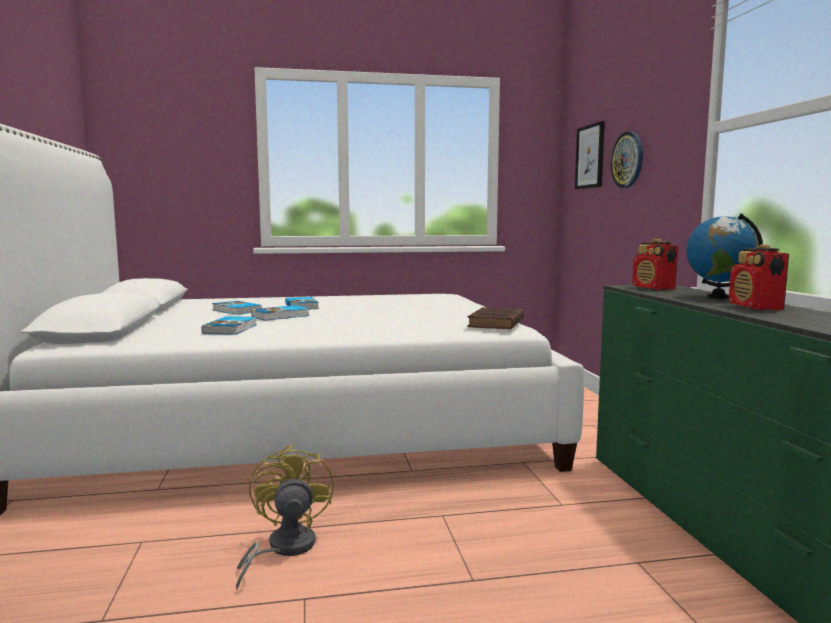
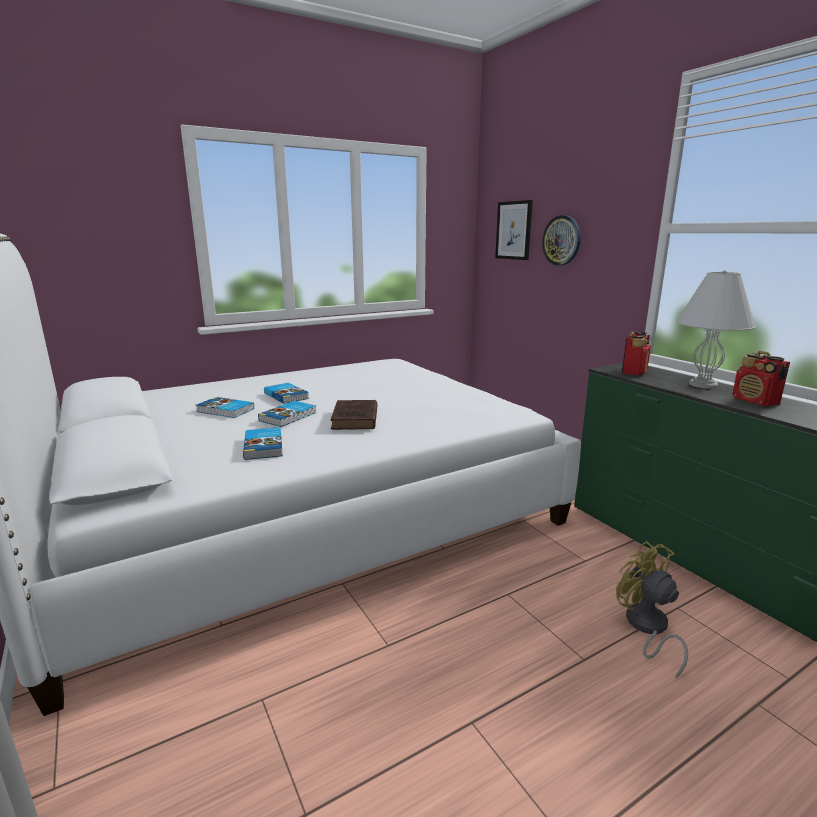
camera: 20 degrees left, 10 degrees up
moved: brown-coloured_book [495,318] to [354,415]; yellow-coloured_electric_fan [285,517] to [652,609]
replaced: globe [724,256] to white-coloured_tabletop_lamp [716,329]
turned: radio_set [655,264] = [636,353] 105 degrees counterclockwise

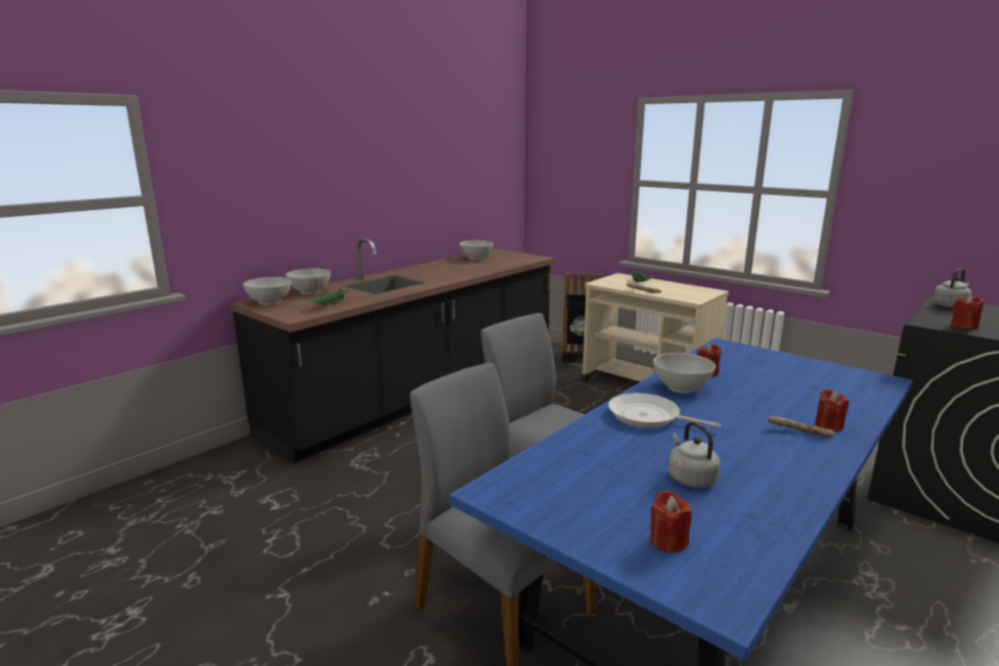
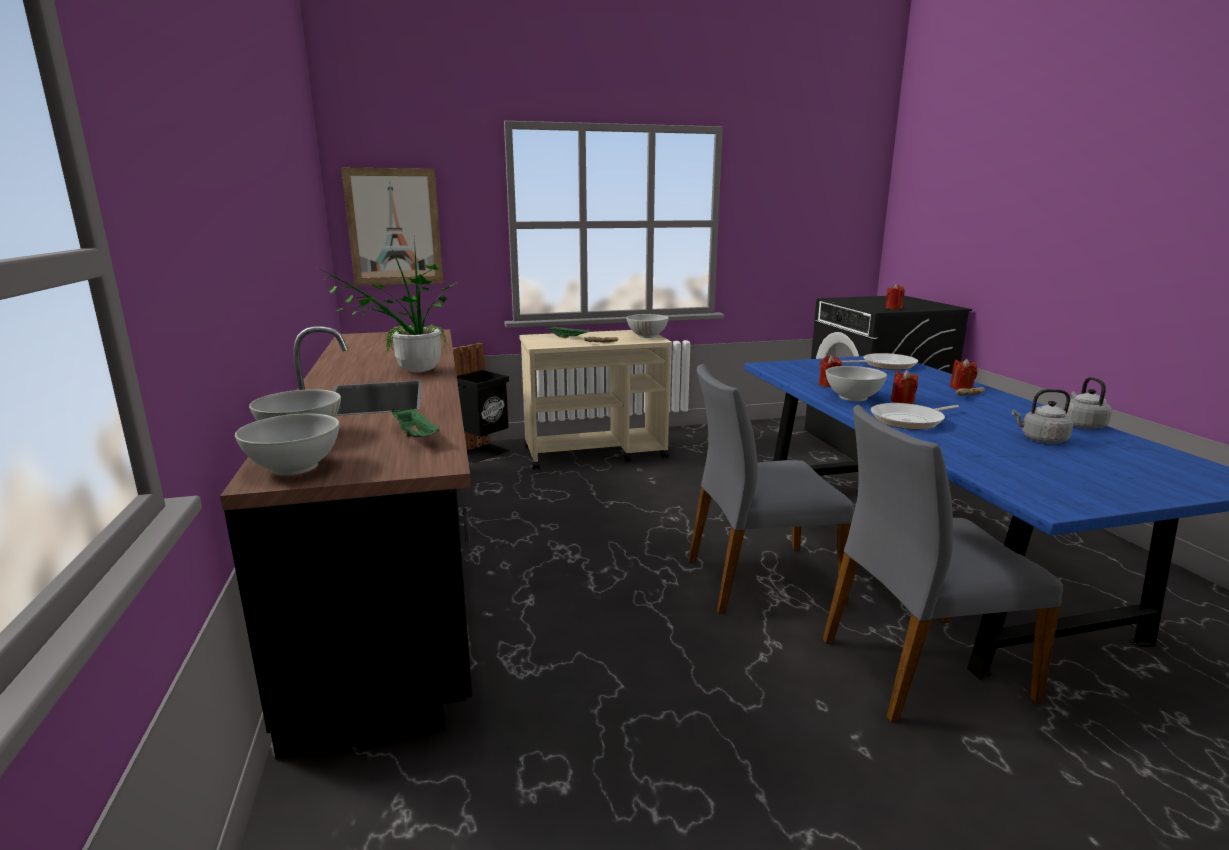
camera: 55 degrees left, 0 degrees up
added: potted_plant [390,304]; wall_art [392,227]; frying_pan [880,361]
moved: white-coloured_bowl [476,250] to [647,326]; reddish_candle [671,522] to [904,387]; grey_kettle [952,288] to [1088,403]

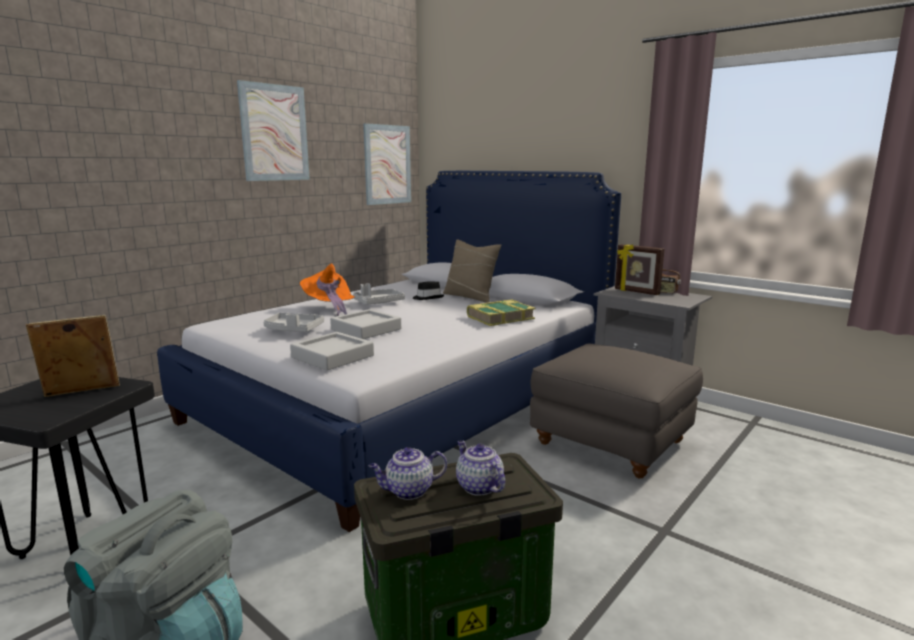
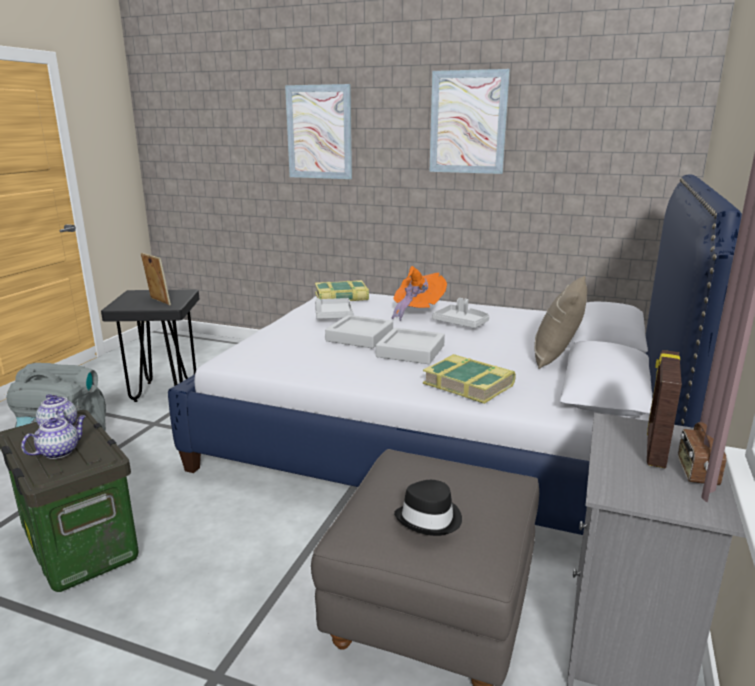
camera: 70 degrees right, 5 degrees up
added: book [342,290]
moved: wall_art [387,164] to [318,131]; grey_tray [332,351] to [410,346]; black-coloured_clothing_hat [428,290] to [428,508]

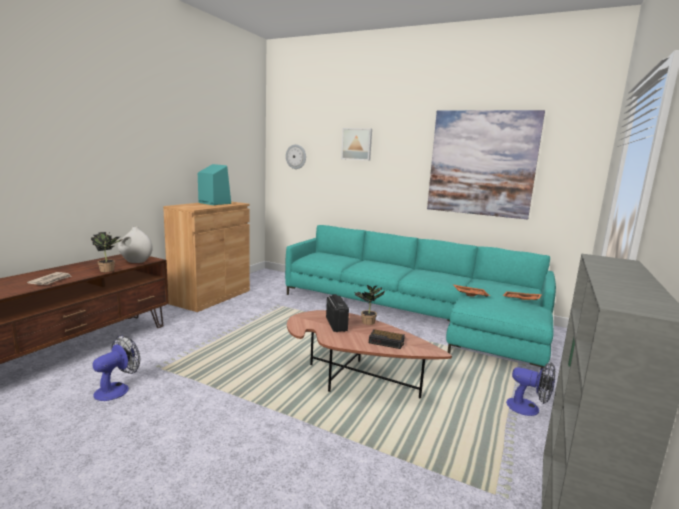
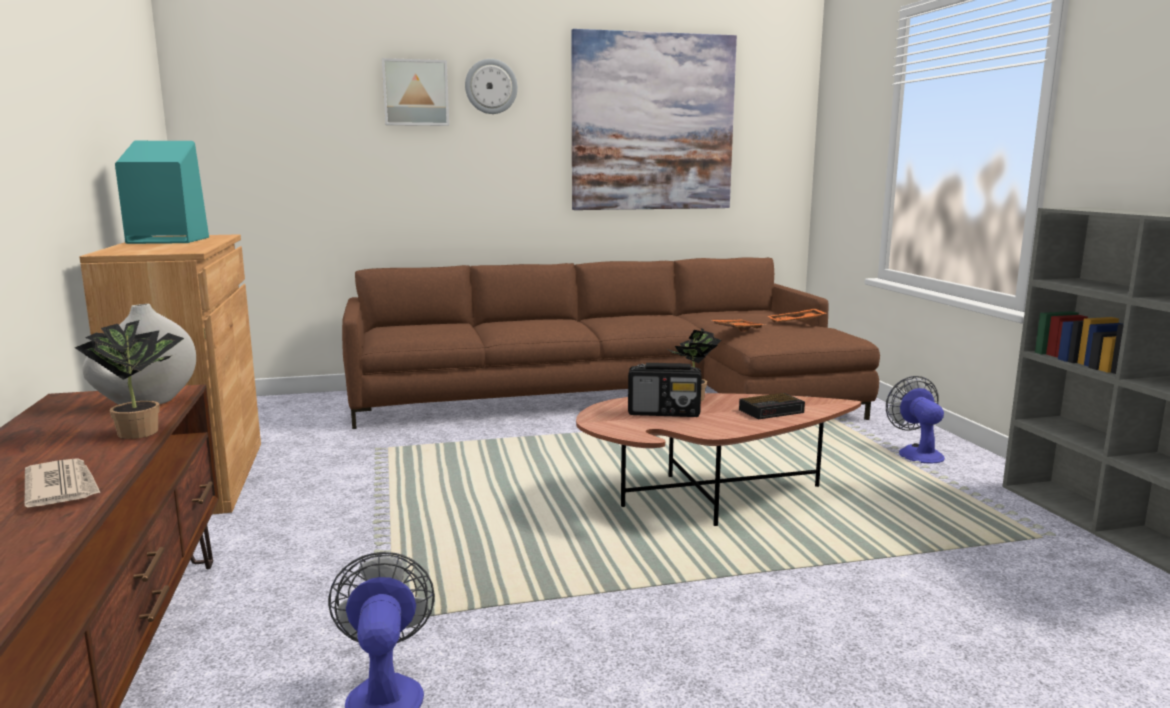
camera: 40 degrees left, 0 degrees up
moved: clock_on_the_wall [296,156] to [491,86]
recoloured: turquoise_settee [420,296] to brown-coloured_settee [611,343]
turned: radio_set [337,313] = [665,390] 150 degrees clockwise; electric_fan [530,389] = [915,420] 90 degrees counterclockwise

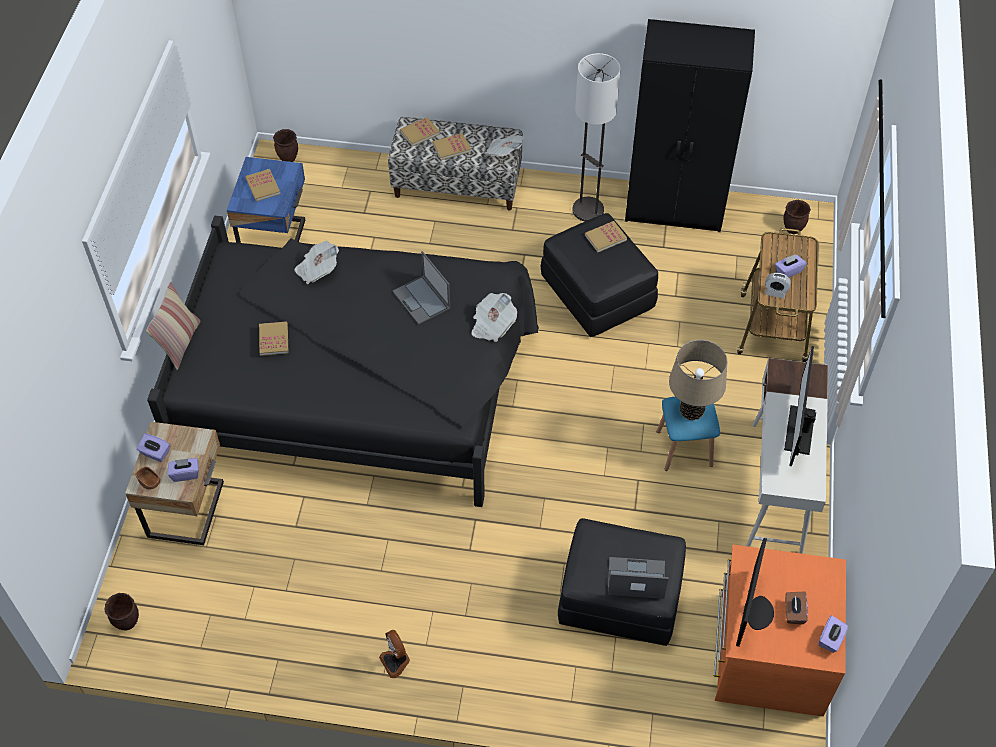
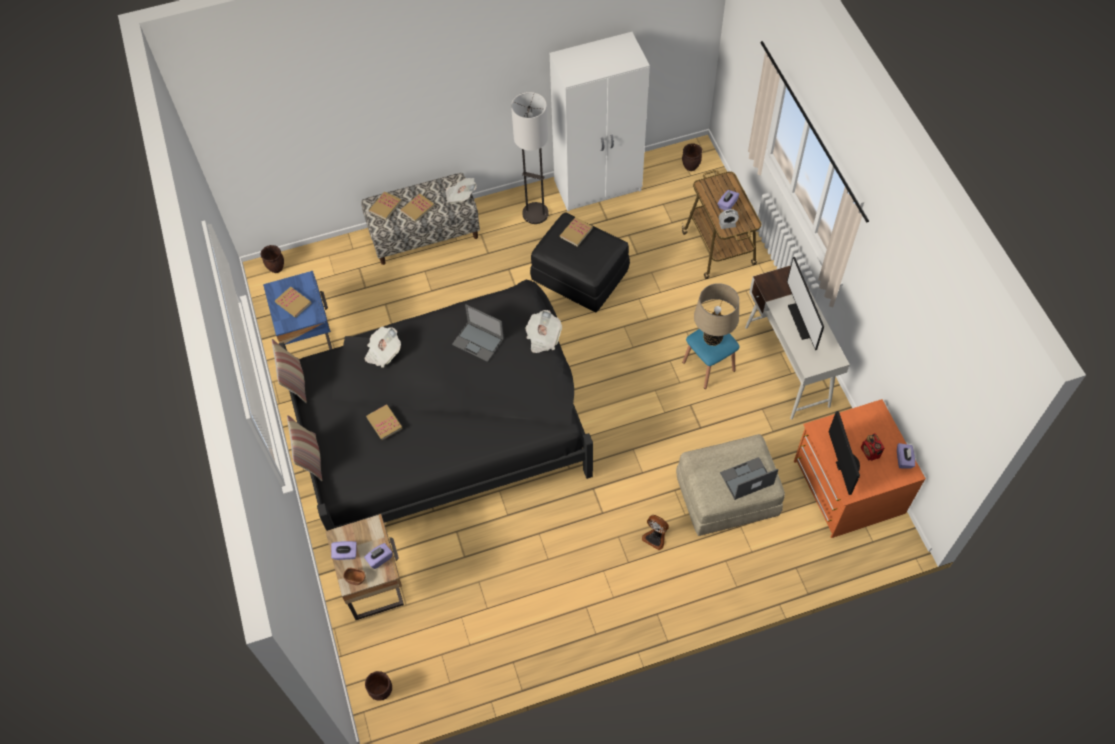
camera: 25 degrees left, 5 degrees up
added: throw_pillow [289,371]
moved: electric_fan [394,654] to [655,532]
replaced: brown-coloured_tissue_box [796,608] to radio_set [873,447]
recoloured: black-coloured_wardrobe [690,125] to white-coloured_wardrobe [600,121]; black-coloured_ottoman [622,582] to beige_ottoman [730,485]

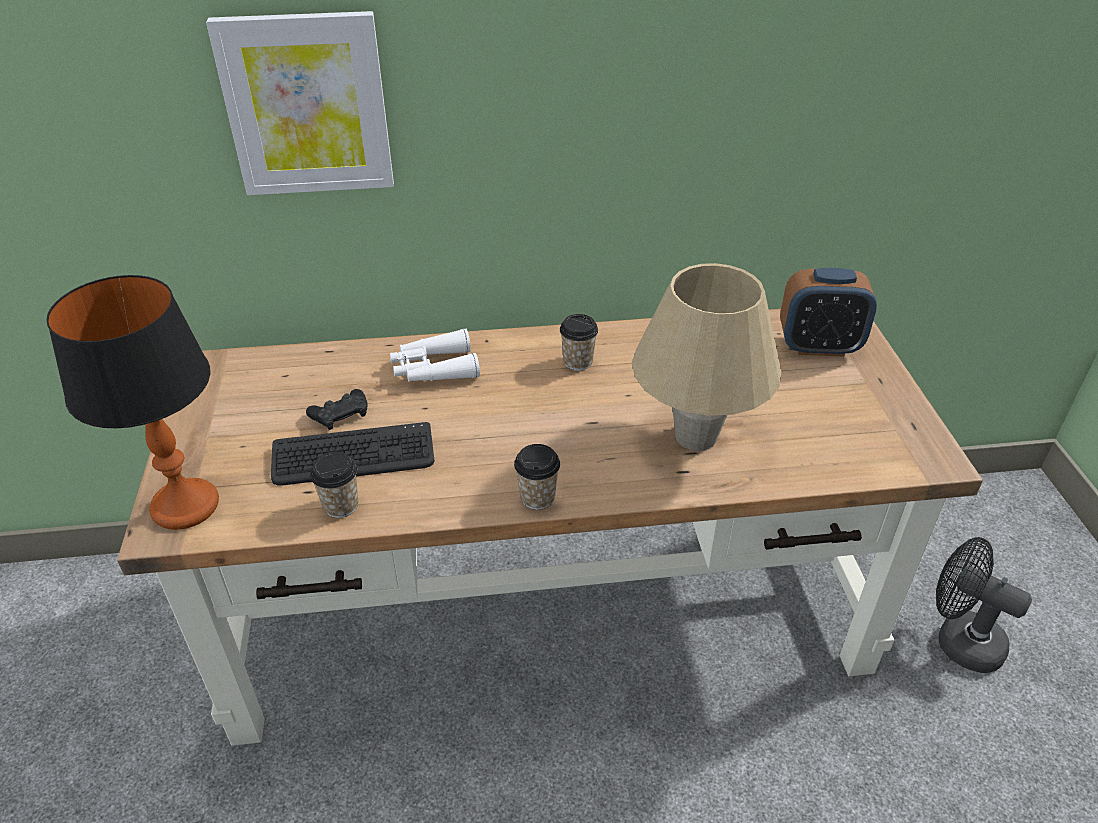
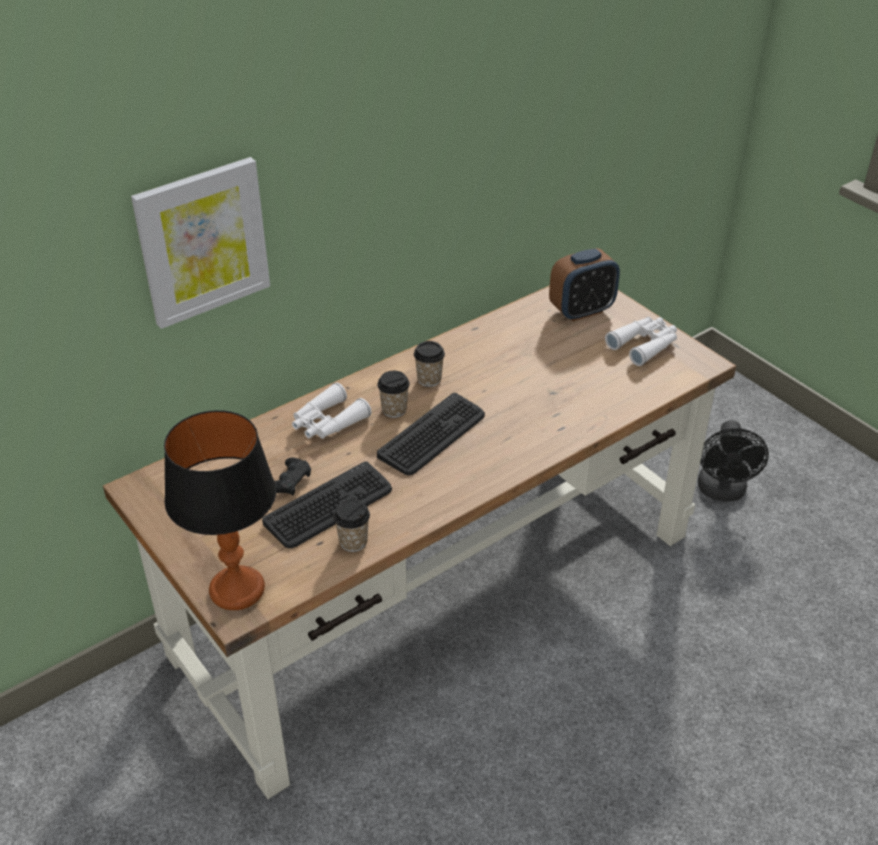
camera: 30 degrees left, 0 degrees up
removed: beige_tabletop_lamp [706,357]
added: computer_keyboard [431,434]; white-coloured_binoculars [641,341]
moved: cup [537,477] to [393,394]
turned: black-coloured_electric_fan [984,605] = [733,461] 90 degrees counterclockwise

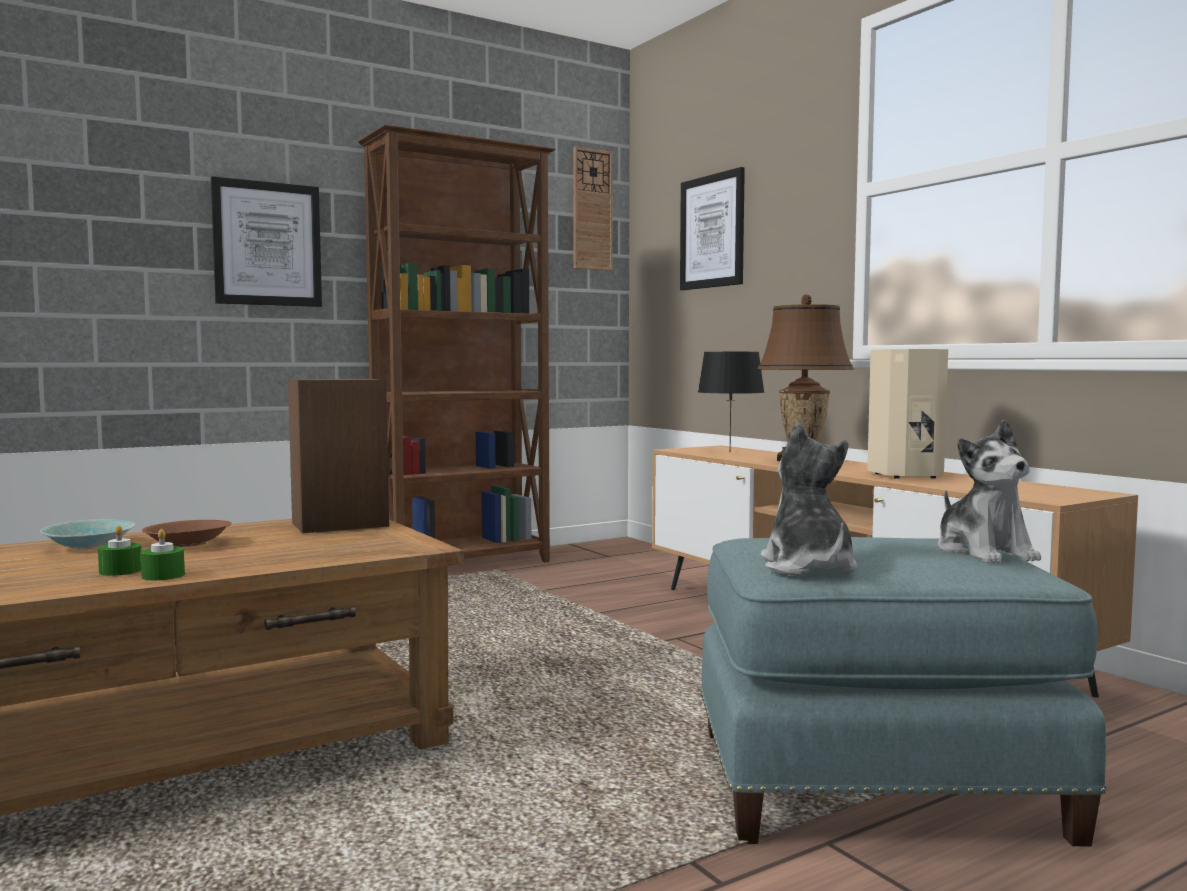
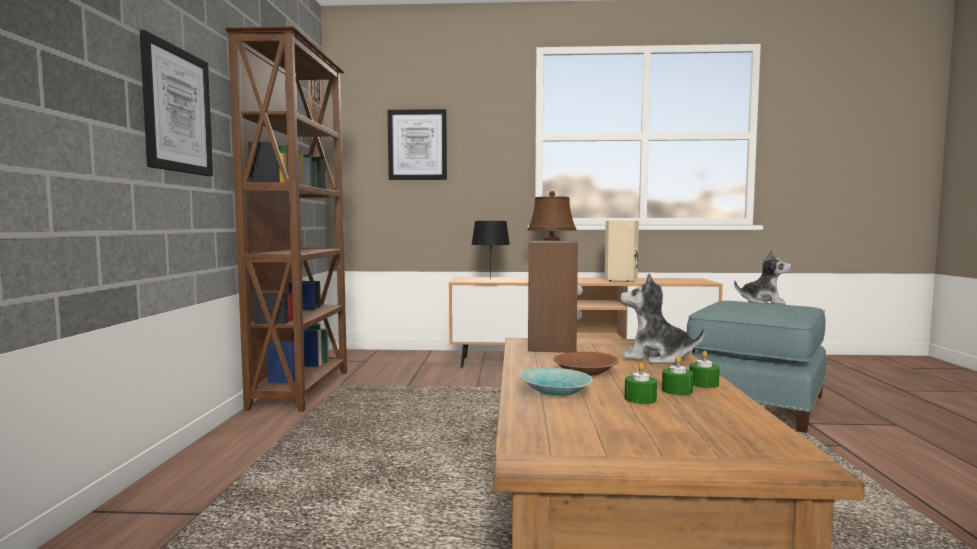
camera: 55 degrees left, 0 degrees up
added: greenish_candle [641,383]
moved: soft_toy [809,499] to [662,318]

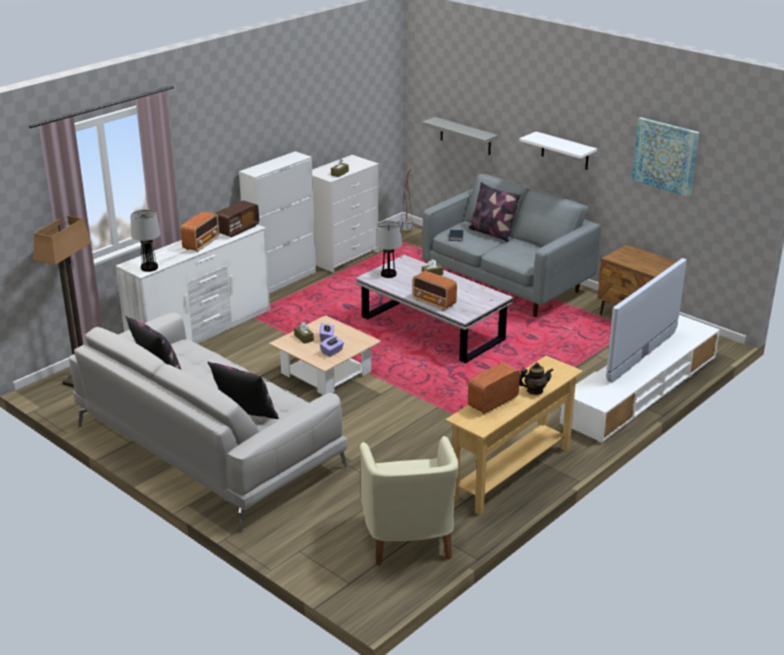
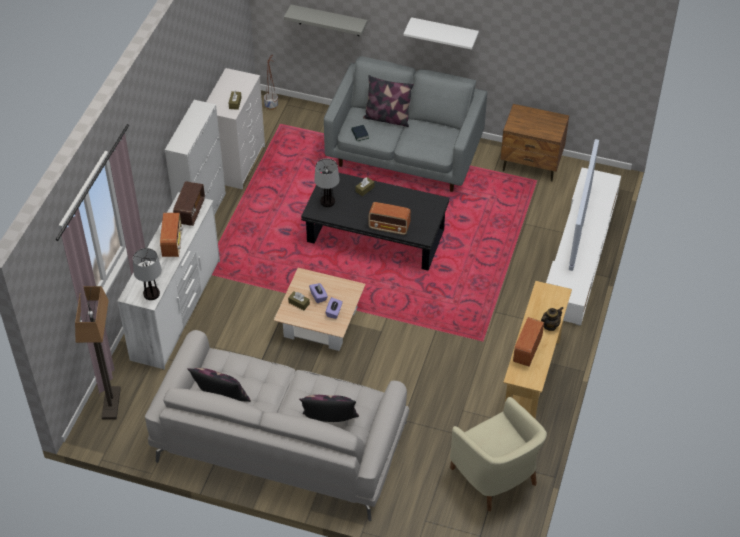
camera: 25 degrees left, 20 degrees up
removed: wall_art [665,157]
recoloured: white-coloured_lounge_table [434,309] to black-coloured_lounge_table [375,221]

